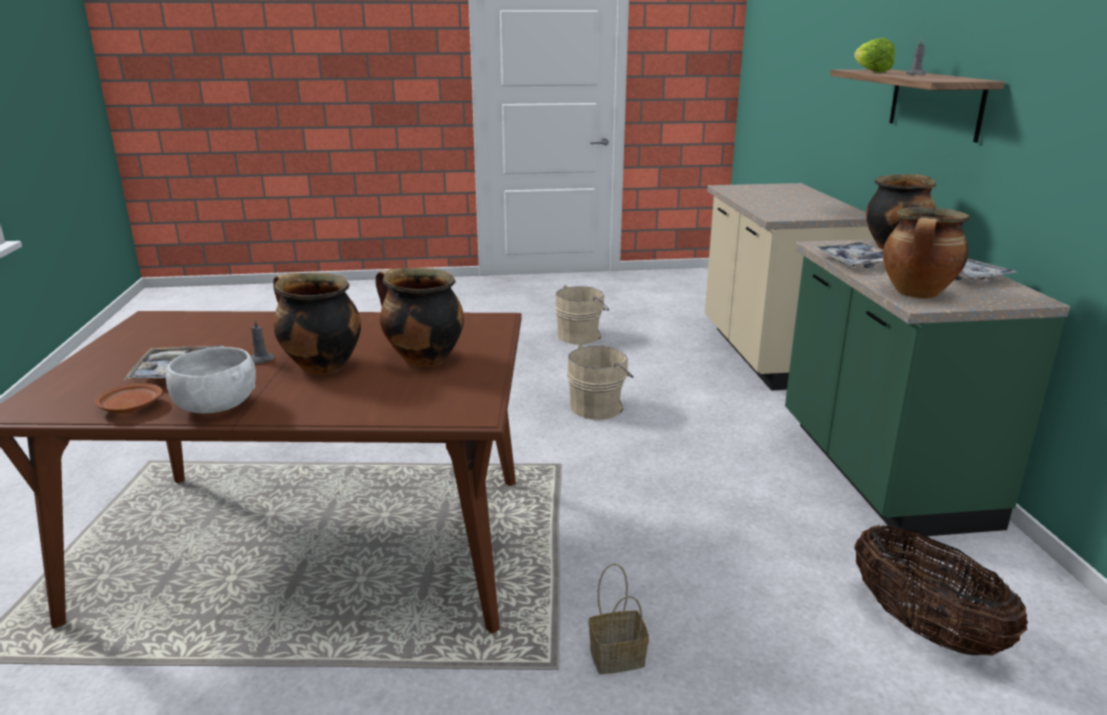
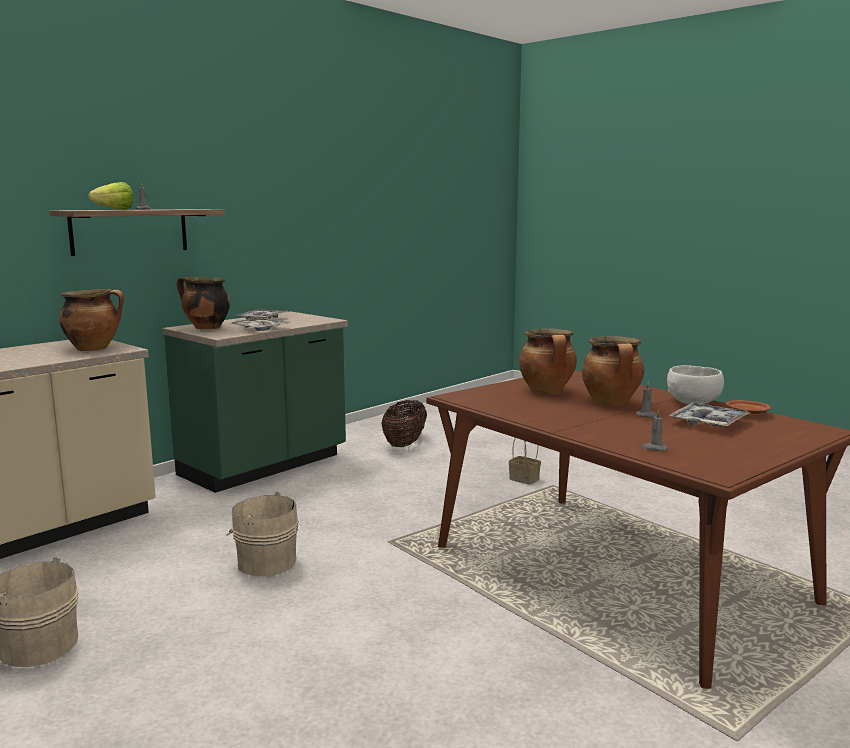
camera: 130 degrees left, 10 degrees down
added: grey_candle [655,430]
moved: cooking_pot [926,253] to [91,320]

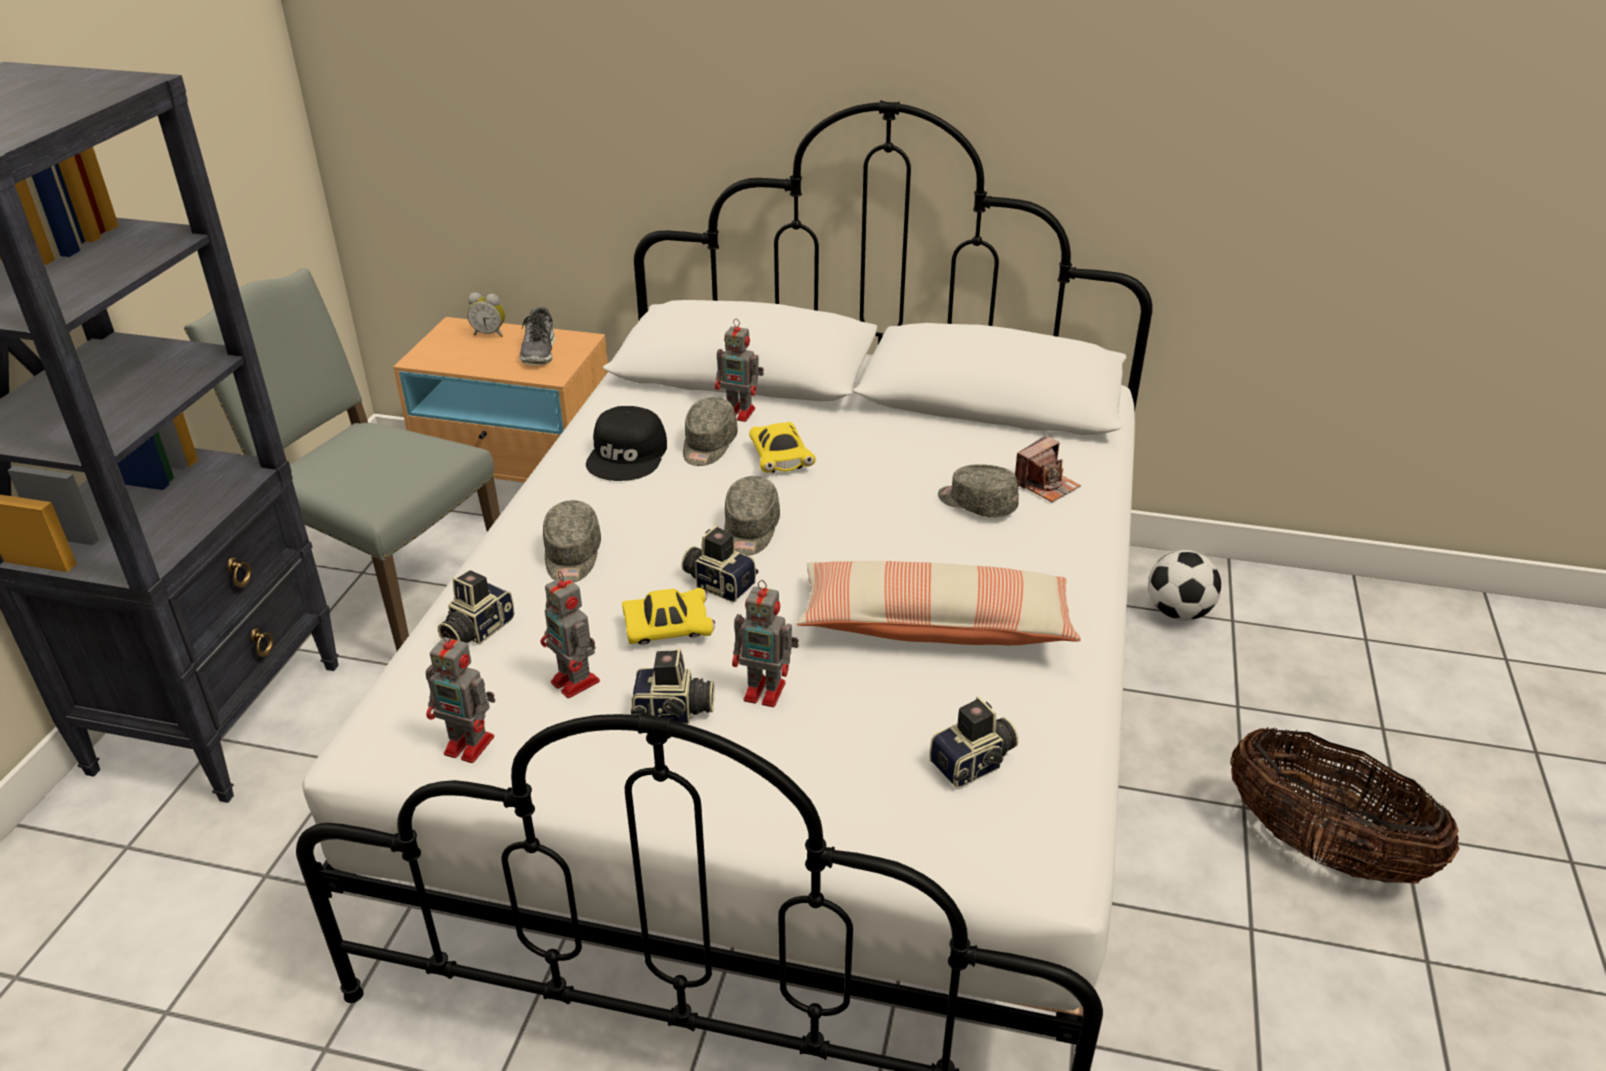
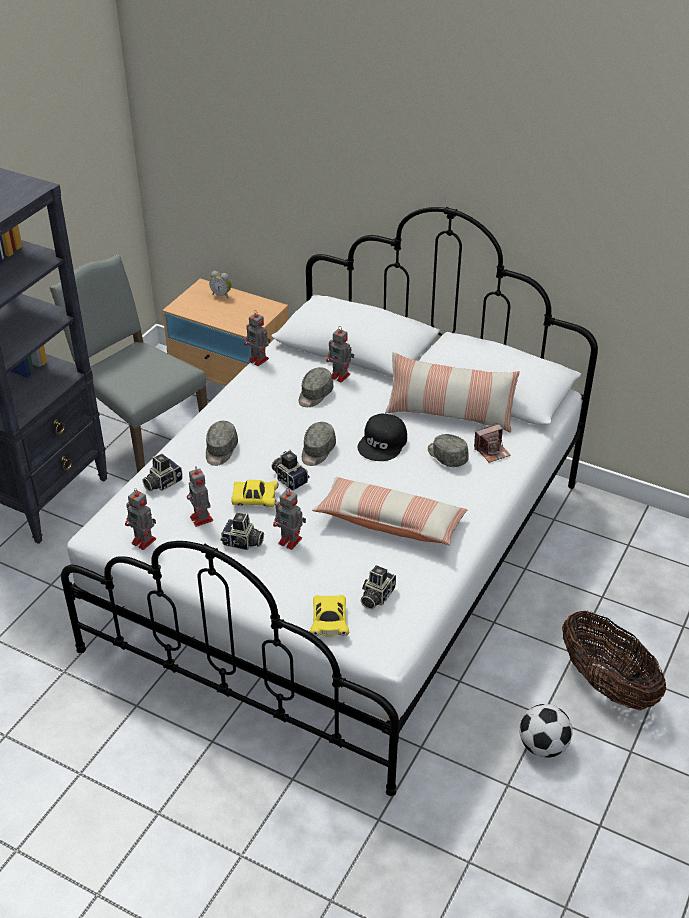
camera: 15 degrees right, 5 degrees up
removed: low_shoe [537,336]
added: model_robot [257,338]; throw_pillow [452,392]
moved: yellow-coloured_toy_car [782,447] to [329,616]; black-coloured_cap [626,443] to [382,437]; football [1184,585] to [546,731]
turned: photo_camera [974,742] = [378,587] 135 degrees clockwise

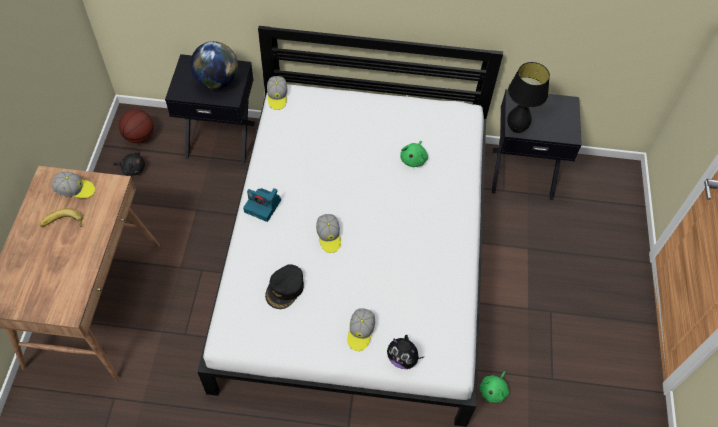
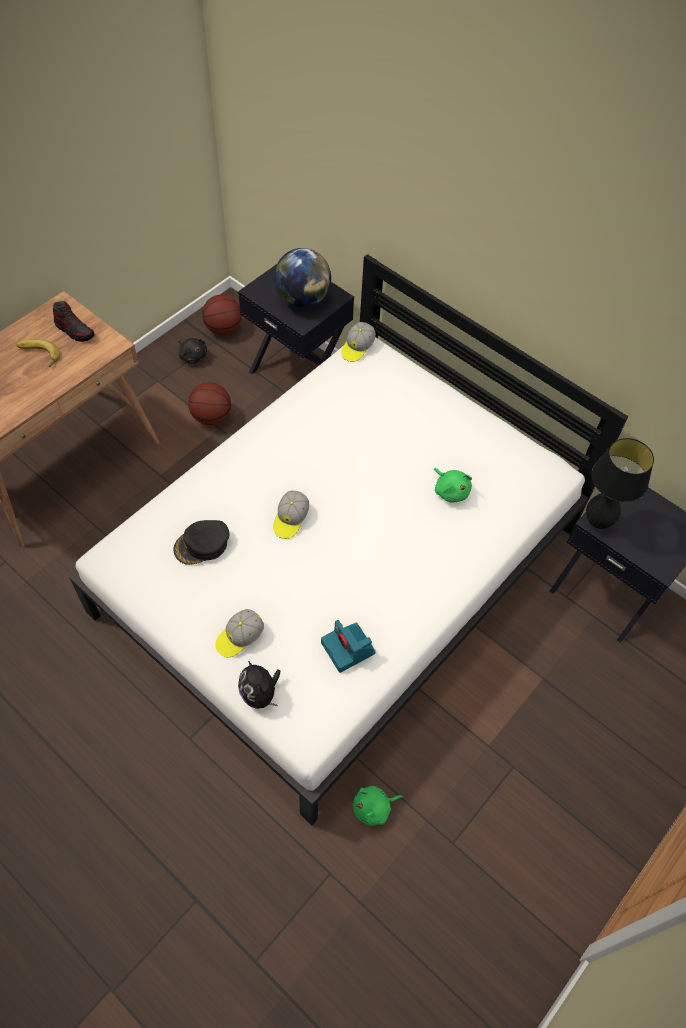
camera: 35 degrees right, 0 degrees up
added: basketball_ball [209,403]
moved: photo_camera [262,205] to [348,646]
replaced: cap [73,185] to low_shoe [74,321]
turned: greenish_soft_toy [414,154] = [453,485] 90 degrees counterclockwise

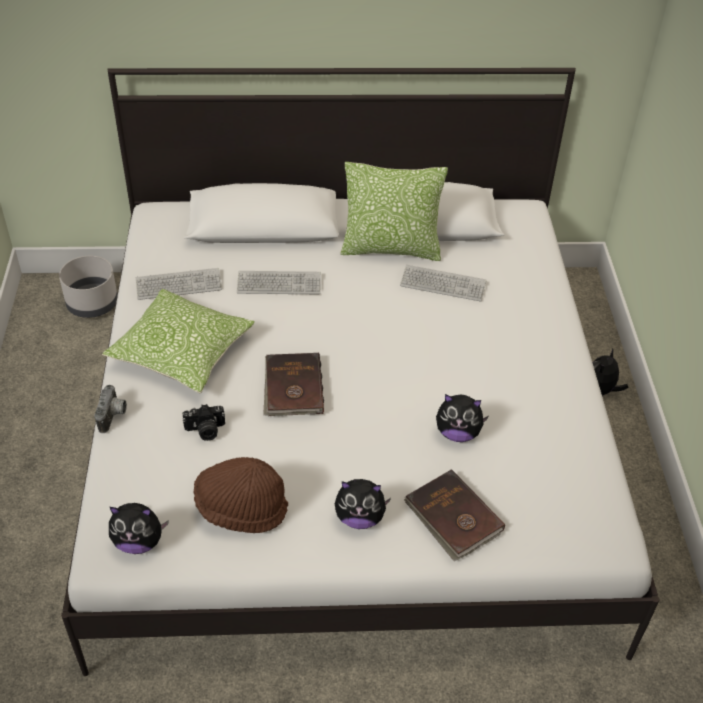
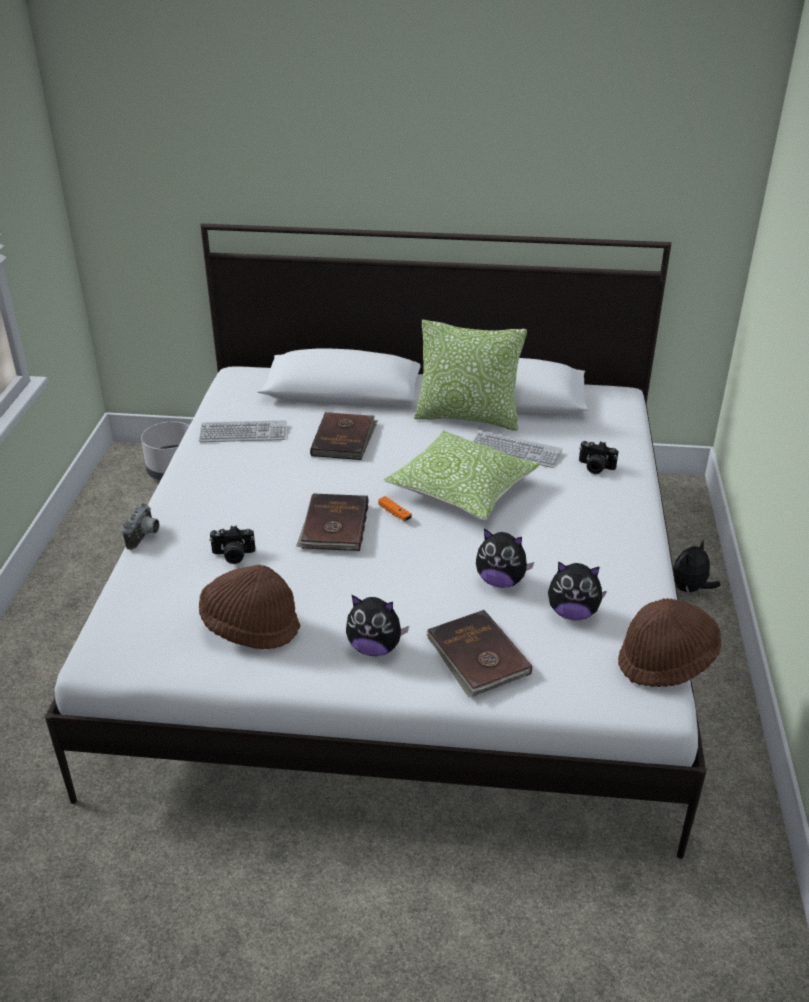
camera: 10 degrees right, 10 degrees down
added: orangey_game_controller [395,508]; photo_camera [599,457]; brown-coloured_clothing_hat [669,642]
moved: throw_pillow [178,340] to [461,476]; soft_toy [139,528] to [577,590]
replaced: computer_keyboard [279,282] to brown-coloured_book [344,436]

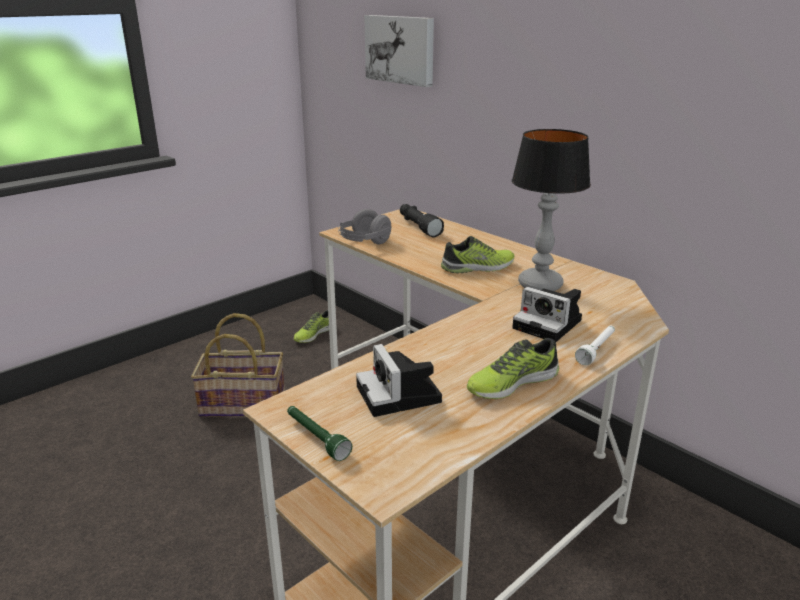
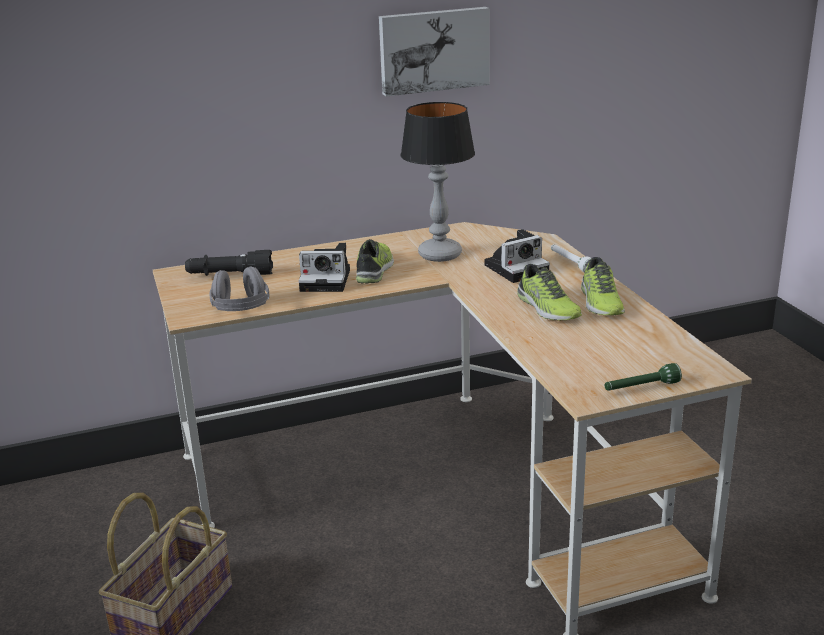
camera: 65 degrees left, 0 degrees up
moved: photo_camera [399,380] to [324,267]; wall_art [399,51] to [434,51]; low_shoe [311,326] to [549,292]

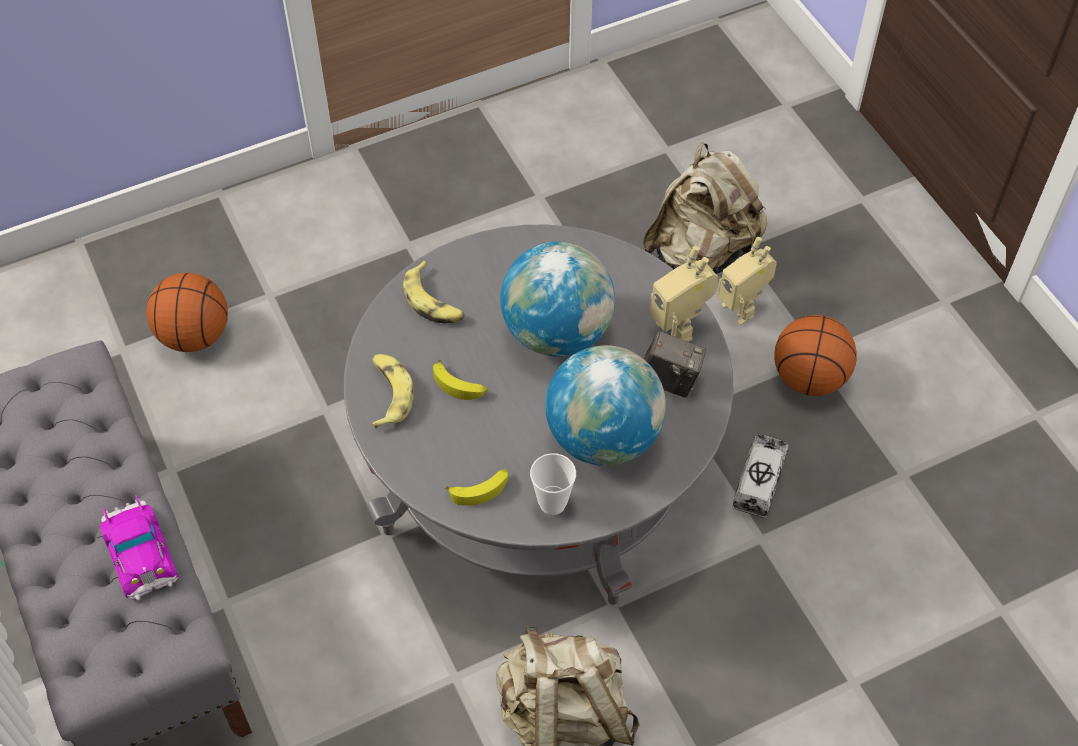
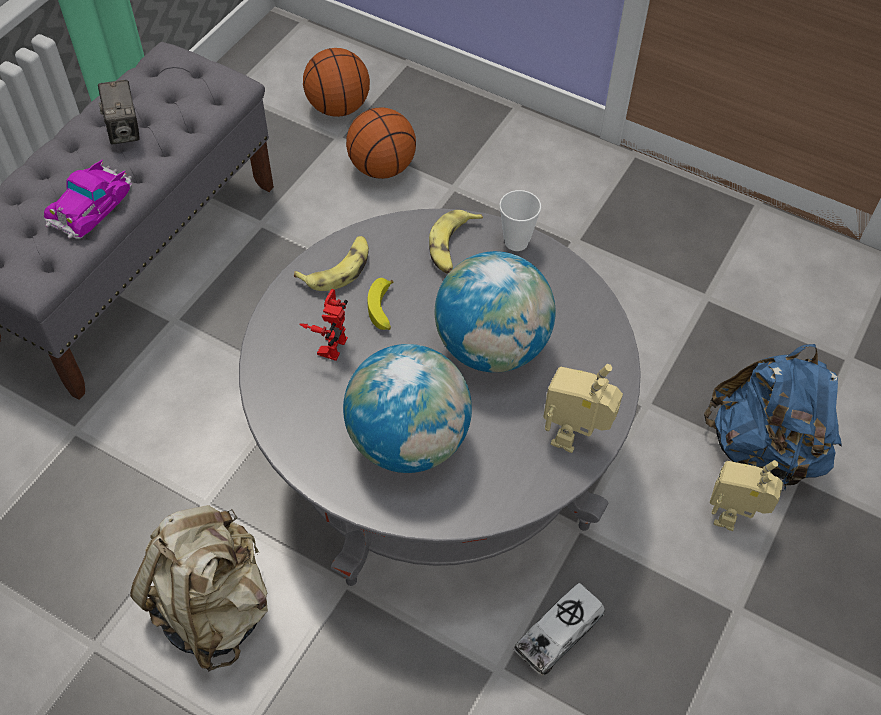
camera: 55 degrees right, 0 degrees up
removed: banana [476,487]
added: model_robot [323,325]
moved: photo_camera [675,364] to [119,112]; basketball_ball [815,355] to [336,82]; cup [553,484] to [520,220]
recoloured: beige_rucksack [705,208] to bluish_rucksack [773,417]
turned: toy_lorry [760,476] = [559,629] 150 degrees clockwise

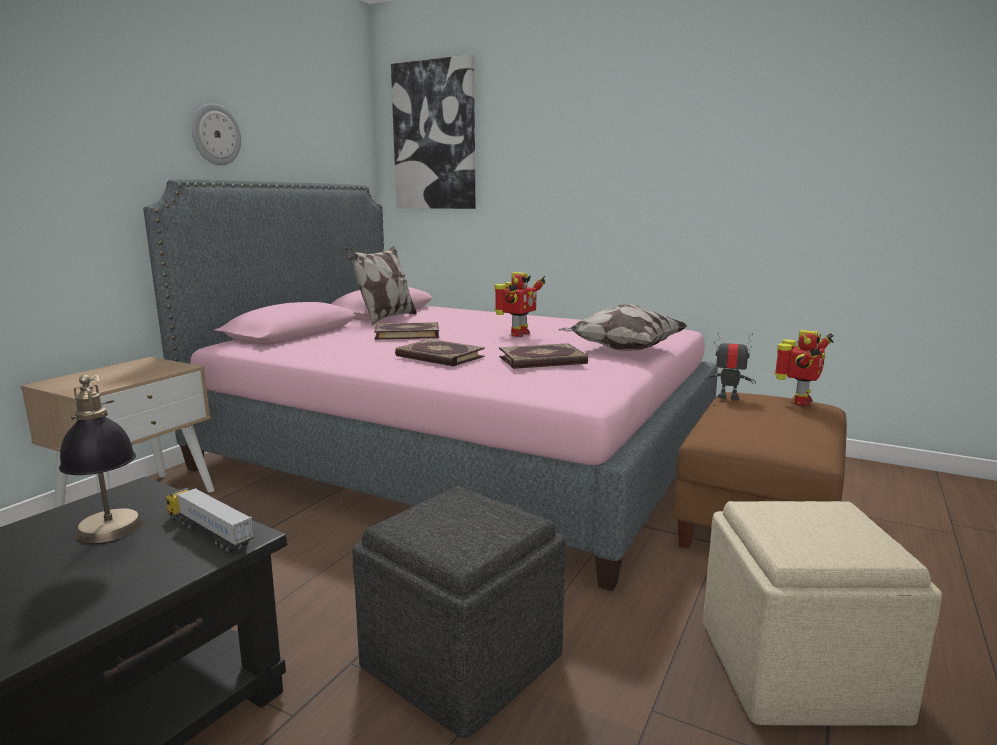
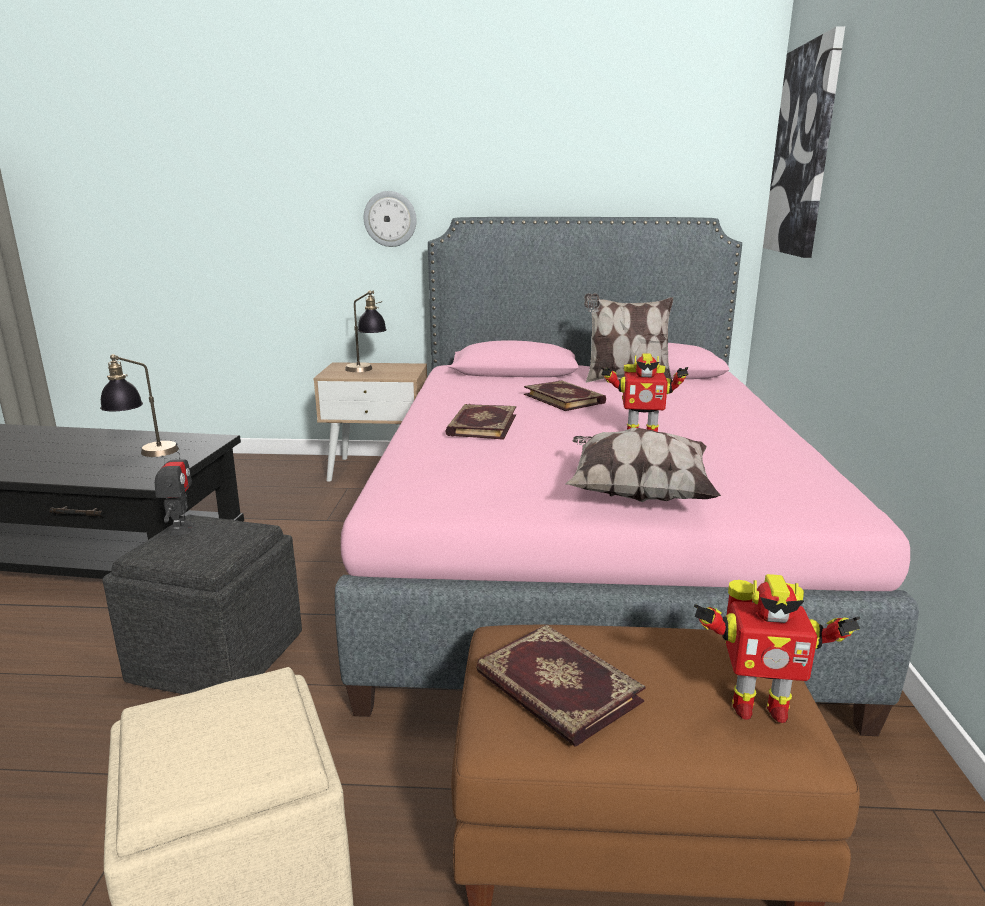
camera: 65 degrees right, 5 degrees up
removed: toy_lorry [209,520]
added: tabletop_lamp [366,331]
moved: model_robot [730,366] to [175,489]; clock_on_the_wall [216,134] to [390,219]; book [543,356] to [561,685]

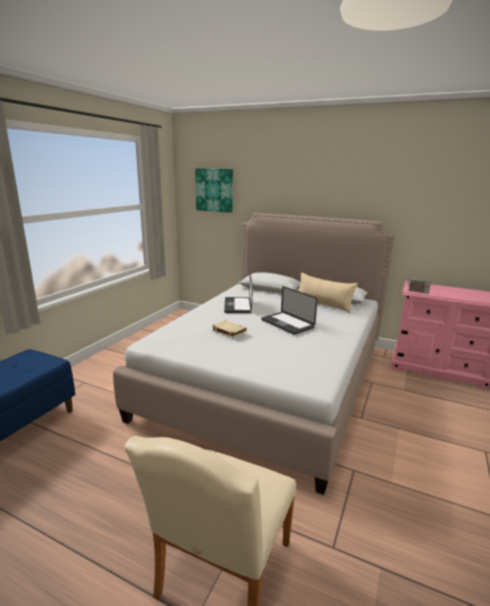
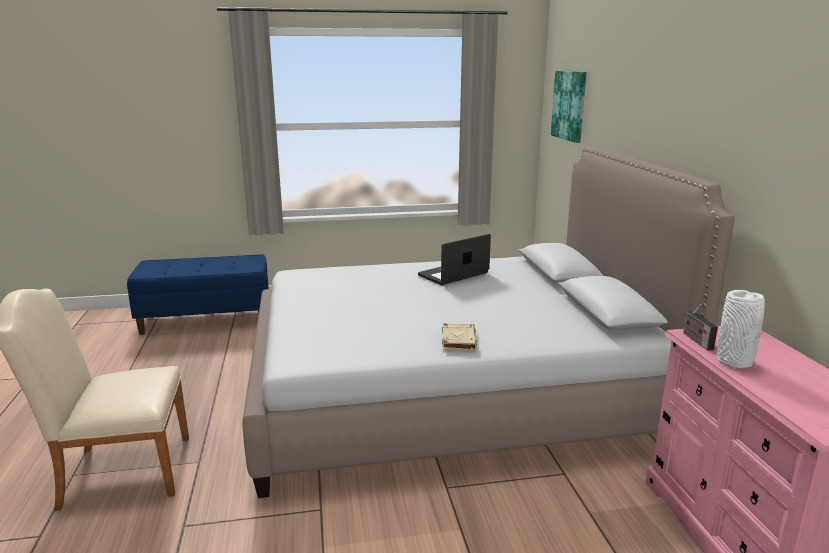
camera: 55 degrees right, 0 degrees up
removed: notebook_computer [289,310]; beige_throw_pillow [328,292]
added: white-coloured_flower_vase [741,329]
moved: beige_book [229,329] to [459,337]

